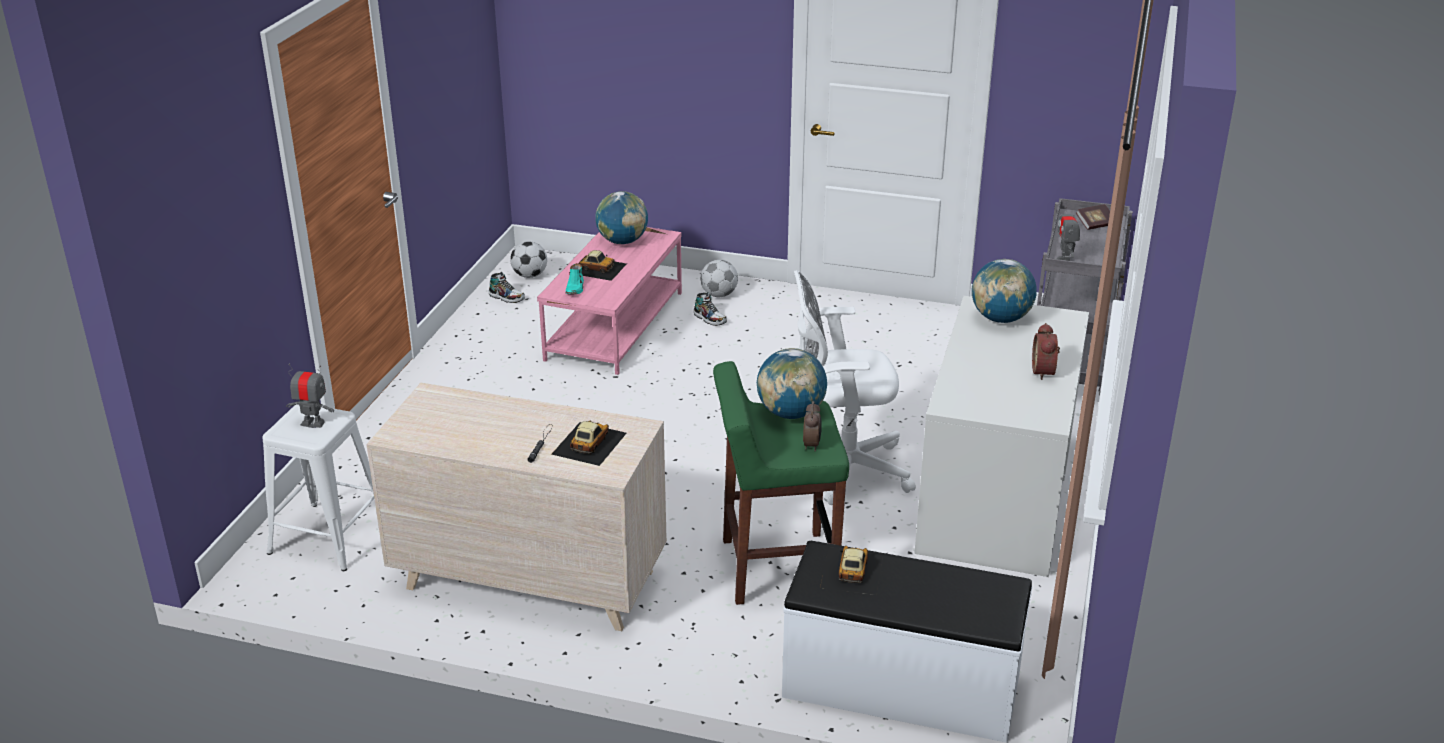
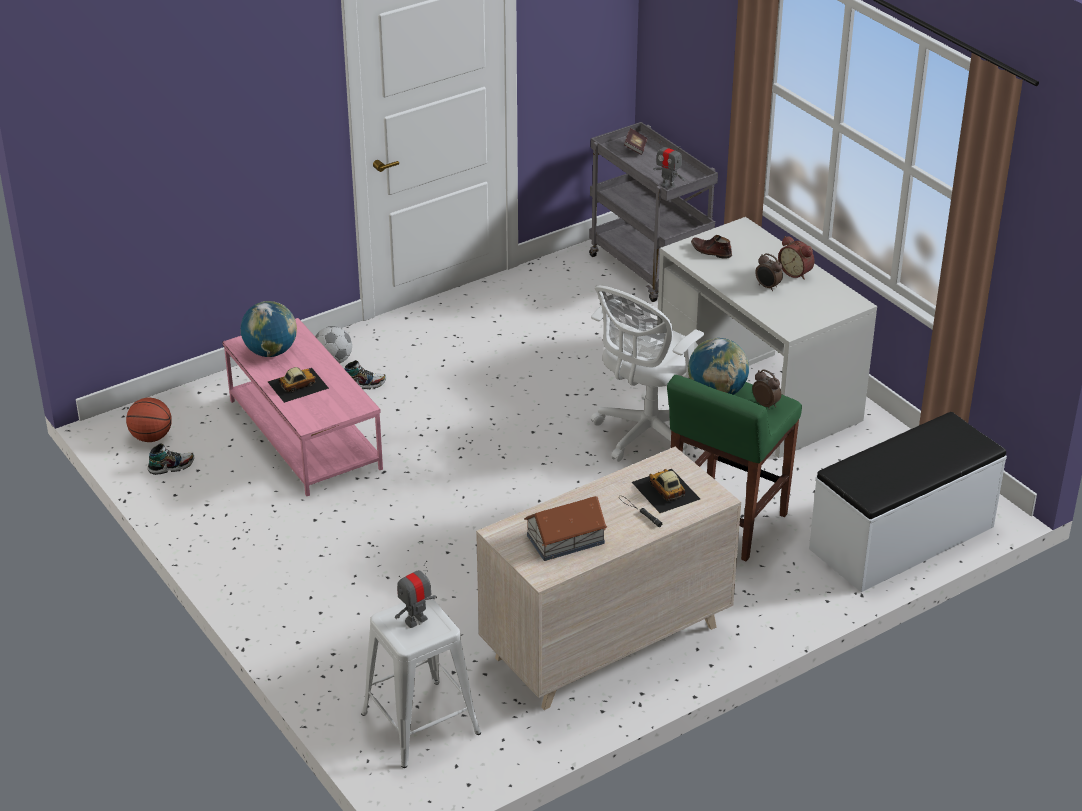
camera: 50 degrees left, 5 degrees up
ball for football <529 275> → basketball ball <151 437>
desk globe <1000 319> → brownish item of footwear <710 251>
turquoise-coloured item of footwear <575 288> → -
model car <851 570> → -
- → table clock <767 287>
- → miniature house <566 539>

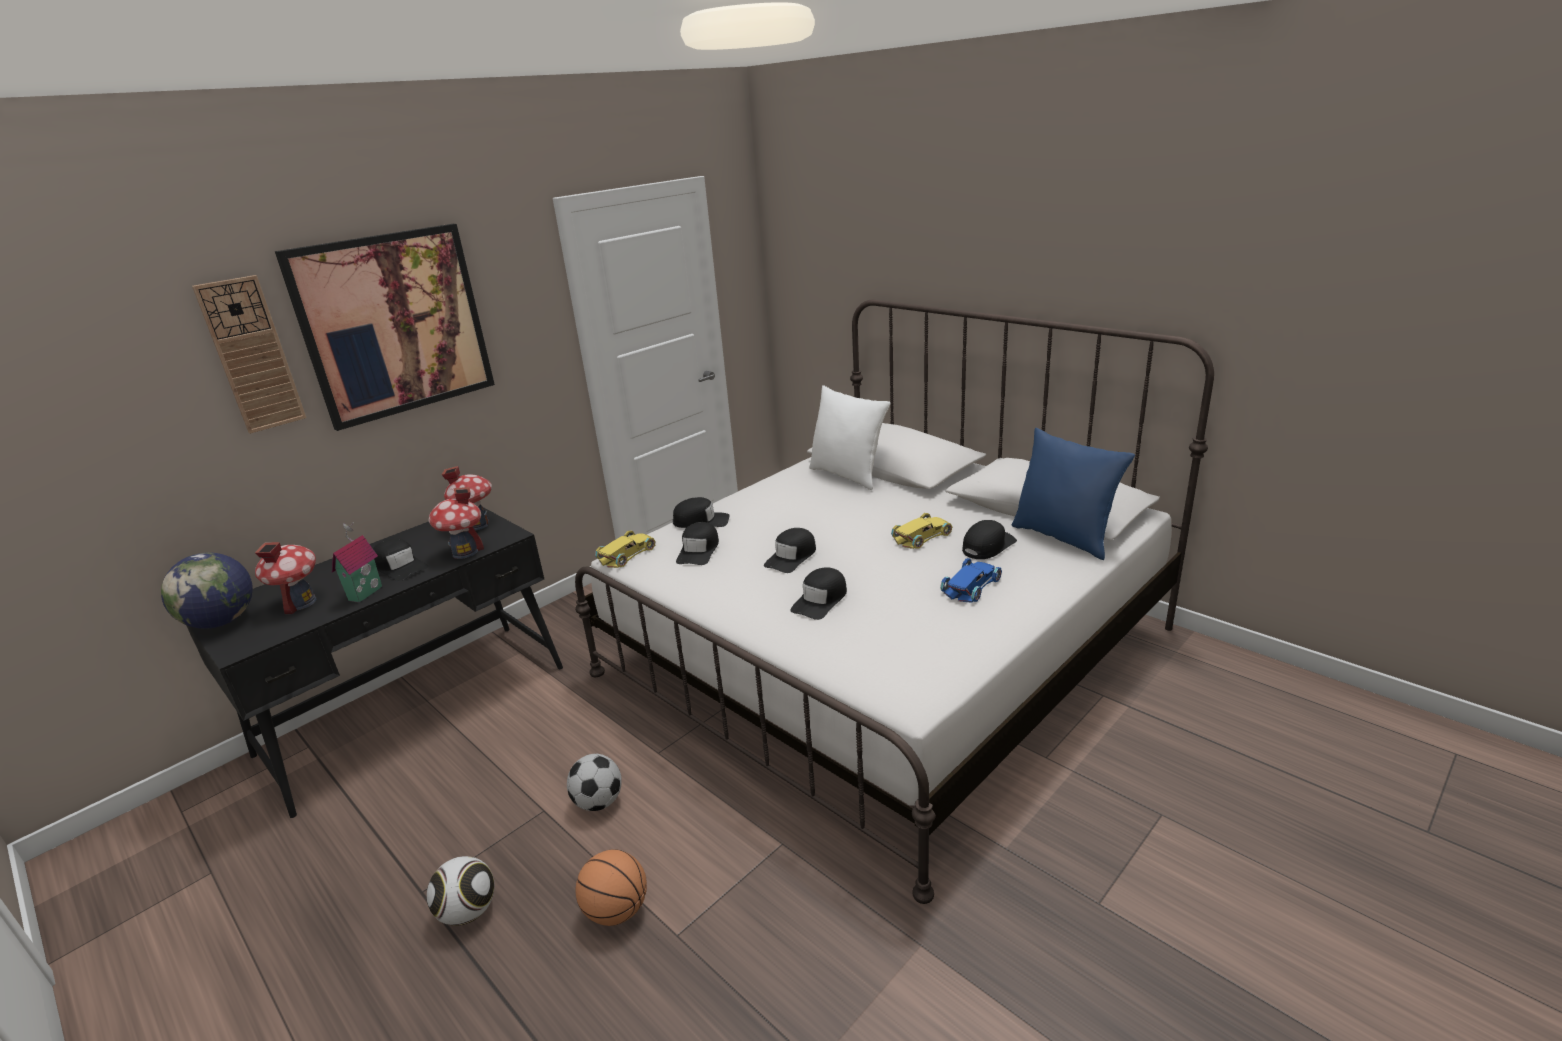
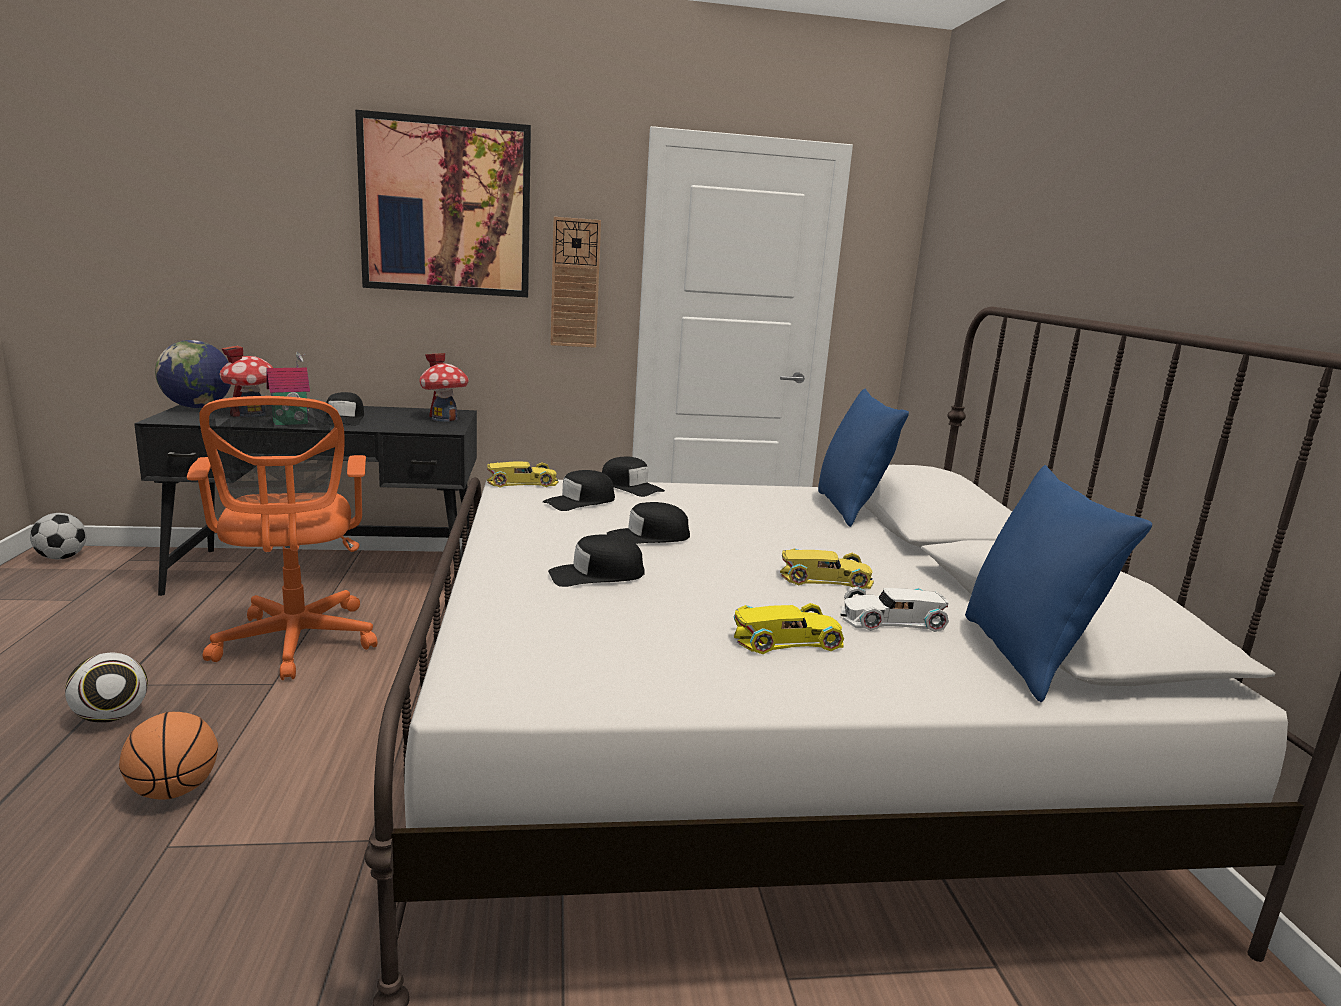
camera: 35 degrees right, 10 degrees down
hanging clock <251 355> → hanging clock <575 283>, moved
white pillow <848 475> → blue pillow <850 509>
miniature house <465 552> → -
black cap <988 546> → white model car <891 618>
blue model car <972 585> → yellow model car <788 639>
ball for football <598 802> → ball for football <62 557>, moved
- → orange desk chair <296 644>

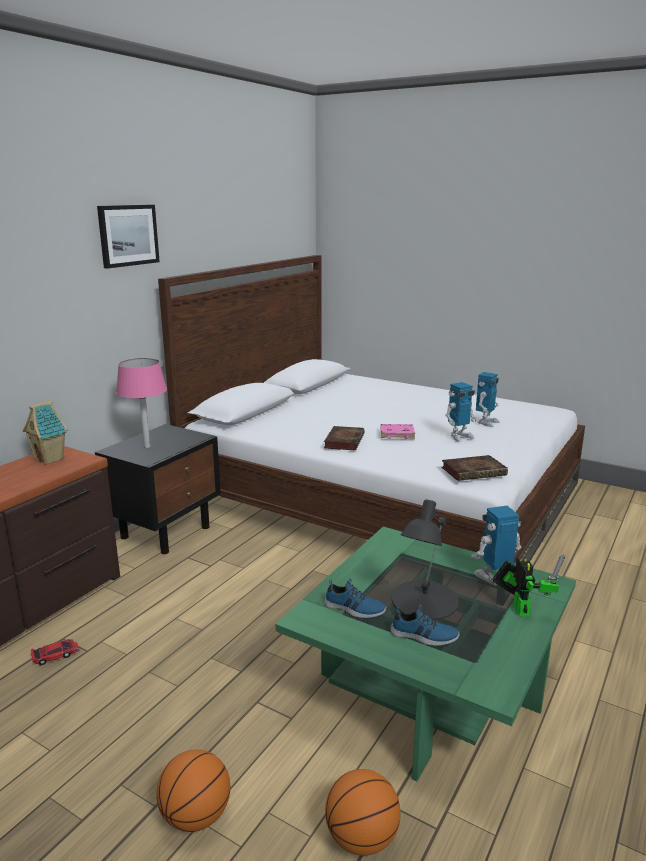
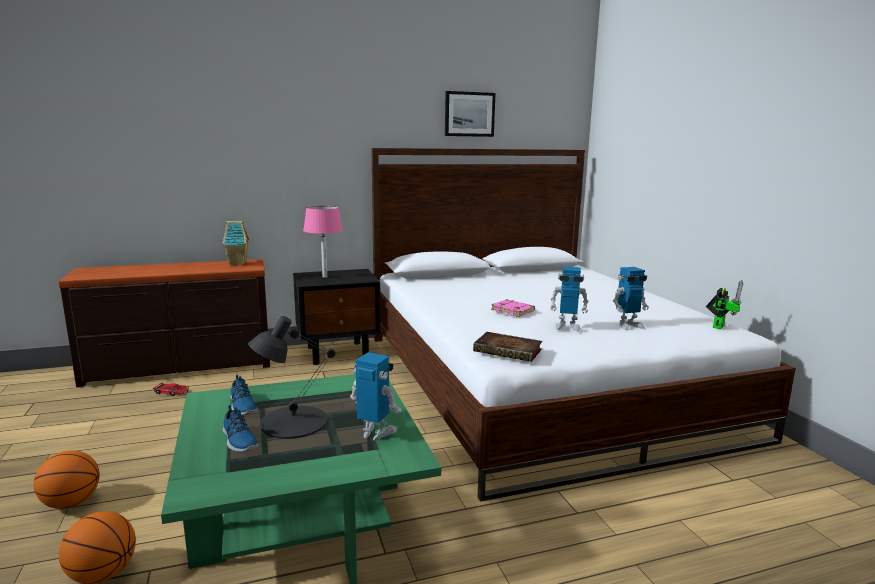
camera: 40 degrees right, 5 degrees down
wall art <128 235> → wall art <469 114>, moved
volume <344 441> → -
robot figure <520 607> → robot figure <719 326>, moved

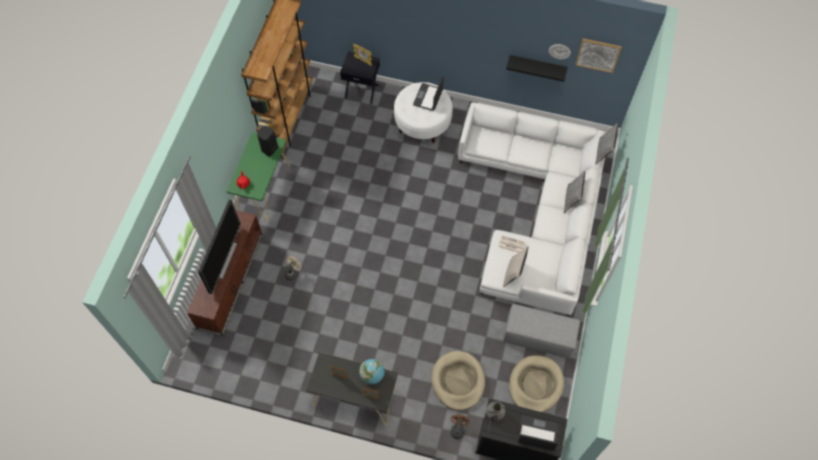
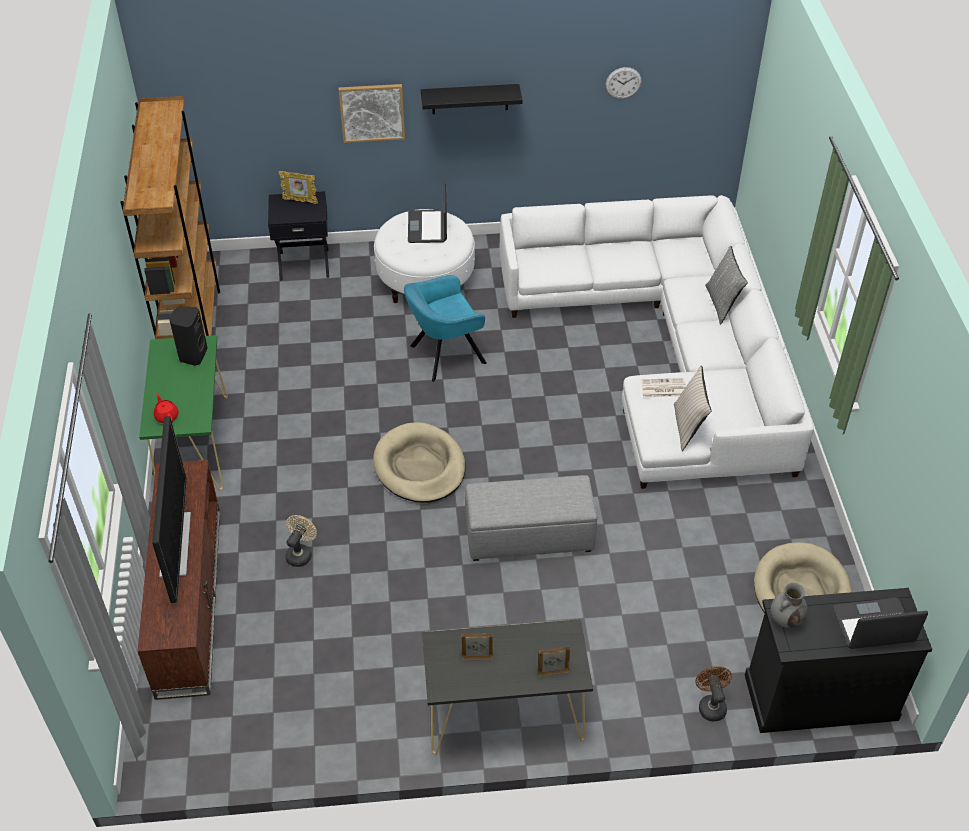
camera: 20 degrees left, 15 degrees down
wall art <598 55> → wall art <372 112>, moved
black bracket shelf <537 66> → black bracket shelf <470 99>, moved
grey pillow <603 152> → -
grey footrest <539 337> → grey footrest <530 536>, moved
beige dog bed <458 381> → beige dog bed <419 466>, moved
desk globe <372 375> → -
- → turquoise-coloured armchair <444 355>

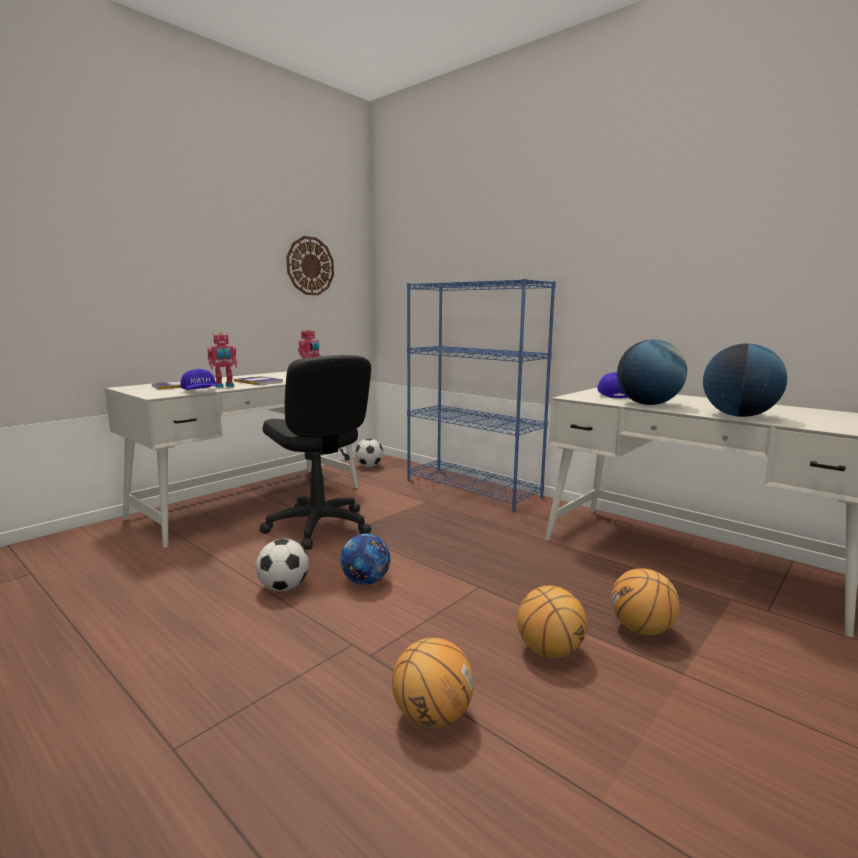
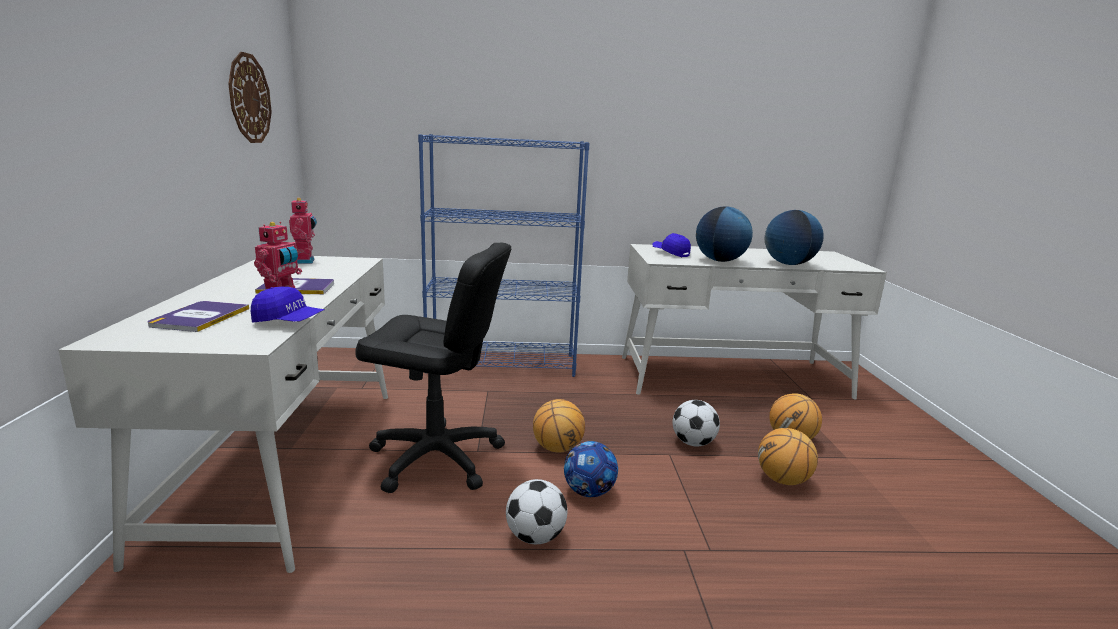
camera: 45 degrees left, 5 degrees up
ball for football <369 466> → ball for football <693 443>, moved
basketball ball <432 716> → basketball ball <557 448>, moved

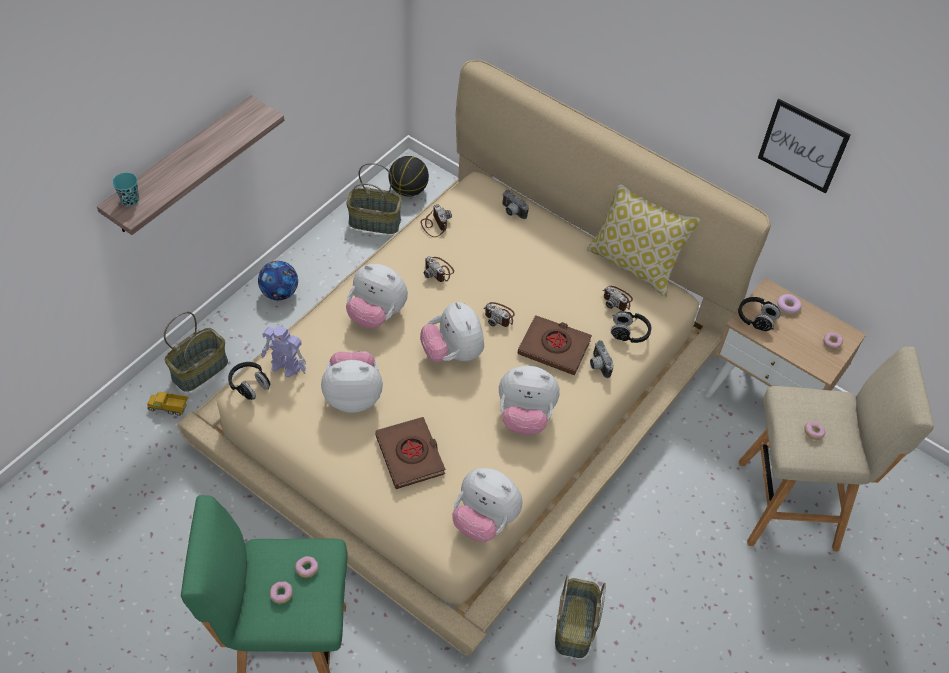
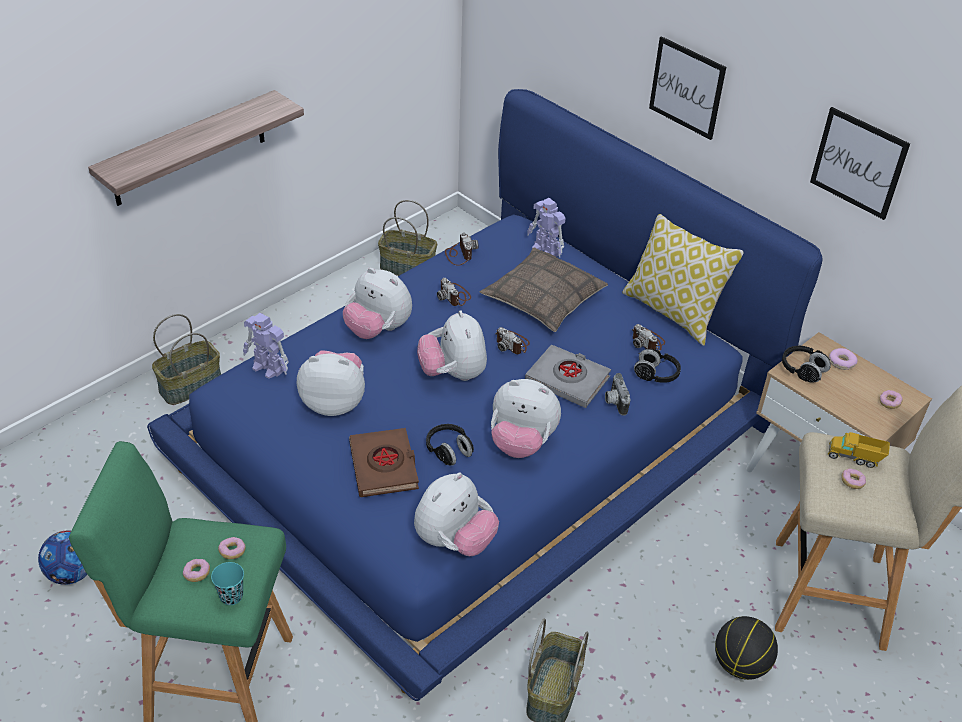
camera: 10 degrees right, 10 degrees down
beige sleeping bed <470 394> → blue sleeping bed <477 439>
basketball ball <408 190> → basketball ball <741 664>, moved
turquoise-coloured cup <130 200> → turquoise-coloured cup <231 596>, moved
still camera <512 212> → robot figure <546 251>
ball for football <279 293> → ball for football <72 573>, moved
brownish volume <554 348> → grey volume <567 380>
black headphones <249 385> → black headphones <449 451>, moved
model truck <169 408> → model truck <854 458>, moved
plush toy <484 520> → plush toy <454 541>, 90 degrees counterclockwise
- → wall art <687 88>
- → pillow <543 299>

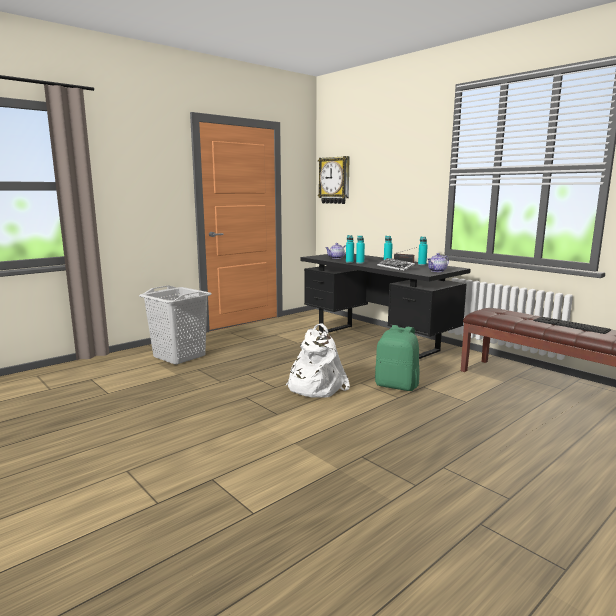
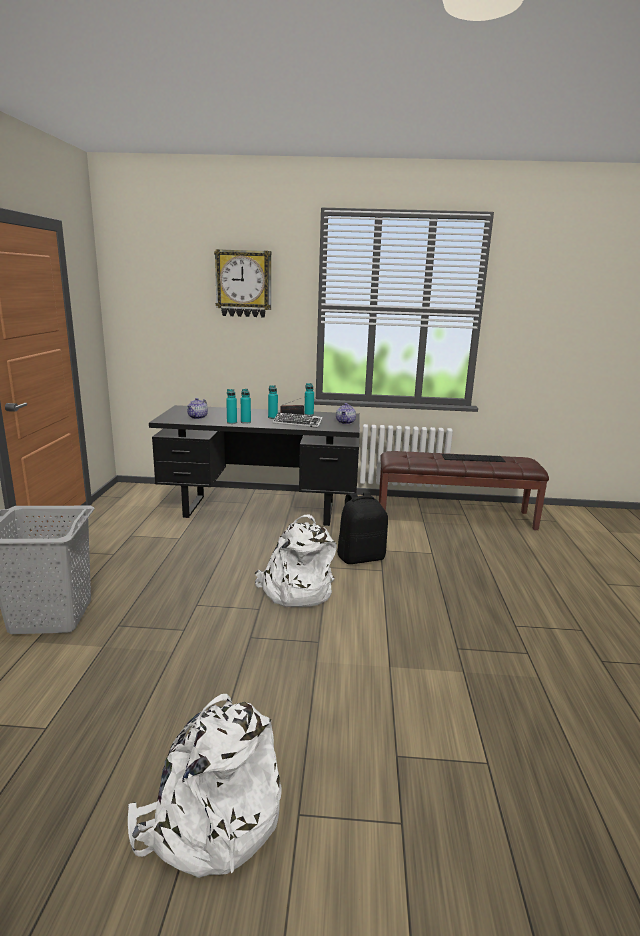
camera: 45 degrees left, 5 degrees up
hanging clock <335 180> → hanging clock <244 284>, moved
green-coloured knapsack <397 385> → black knapsack <361 557>
- → white knapsack <209 822>

